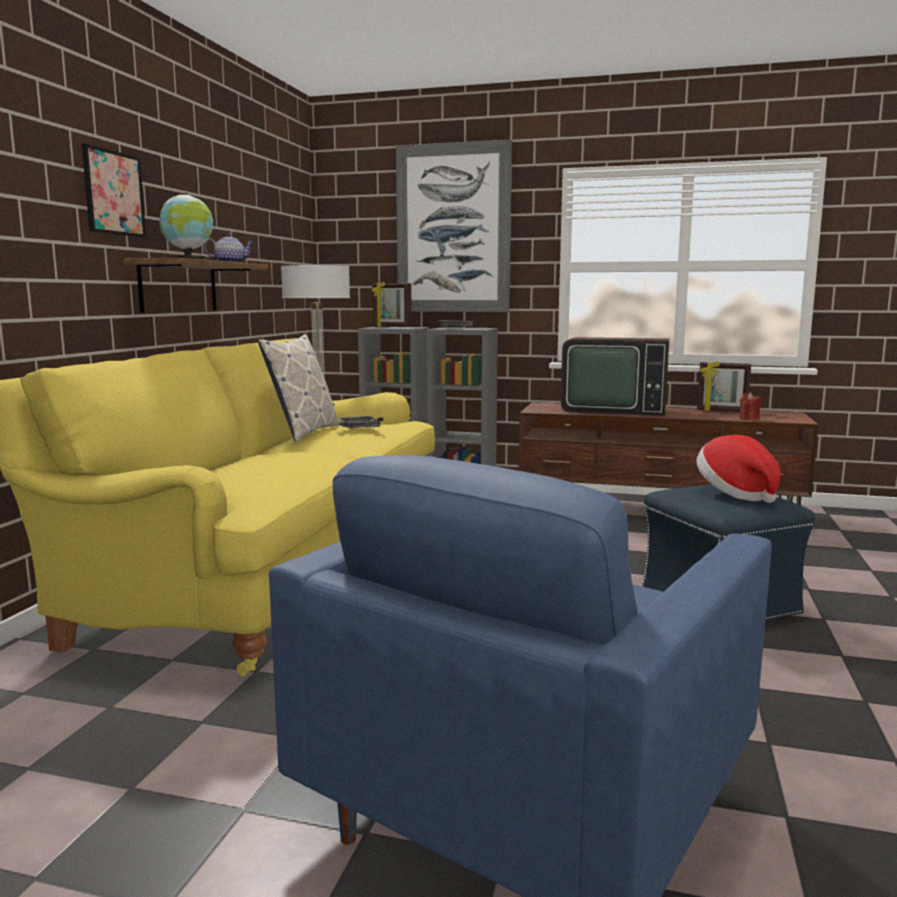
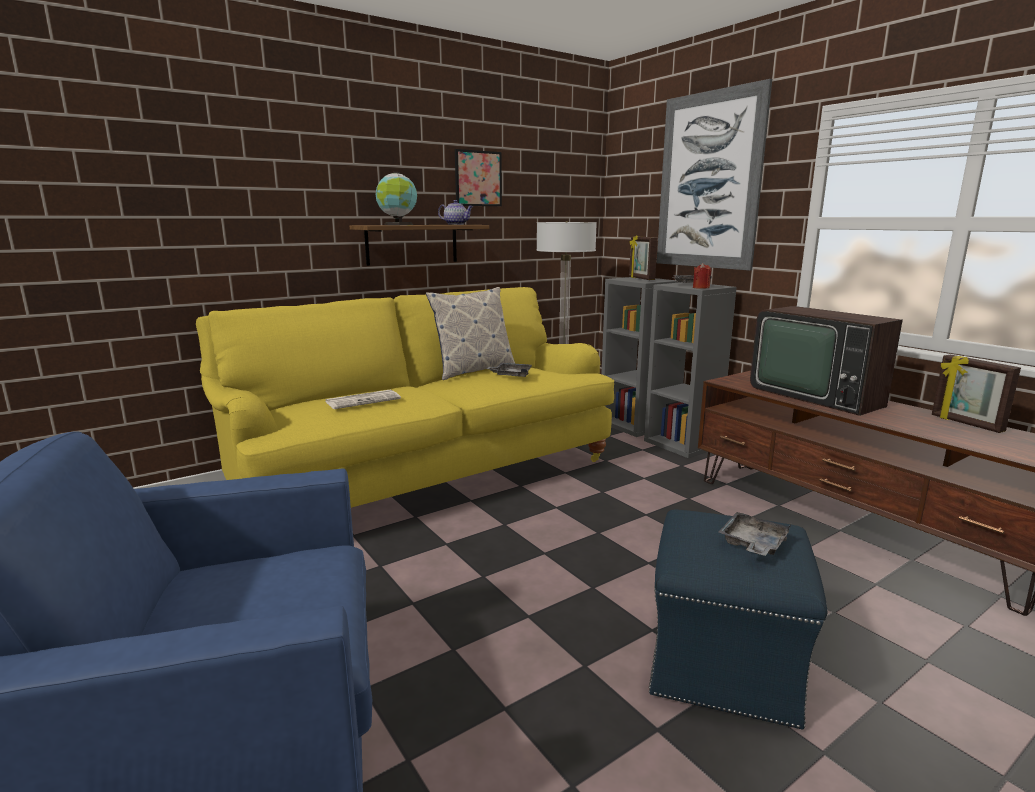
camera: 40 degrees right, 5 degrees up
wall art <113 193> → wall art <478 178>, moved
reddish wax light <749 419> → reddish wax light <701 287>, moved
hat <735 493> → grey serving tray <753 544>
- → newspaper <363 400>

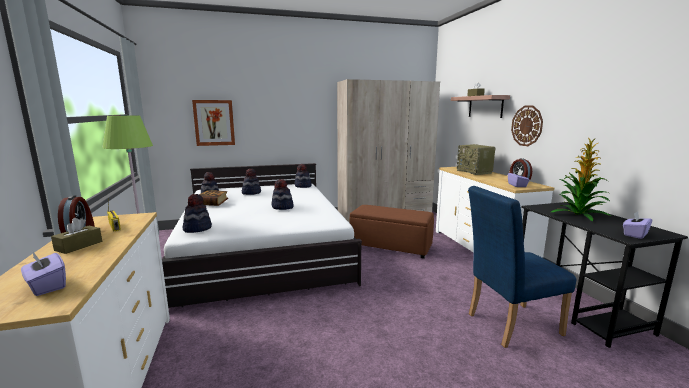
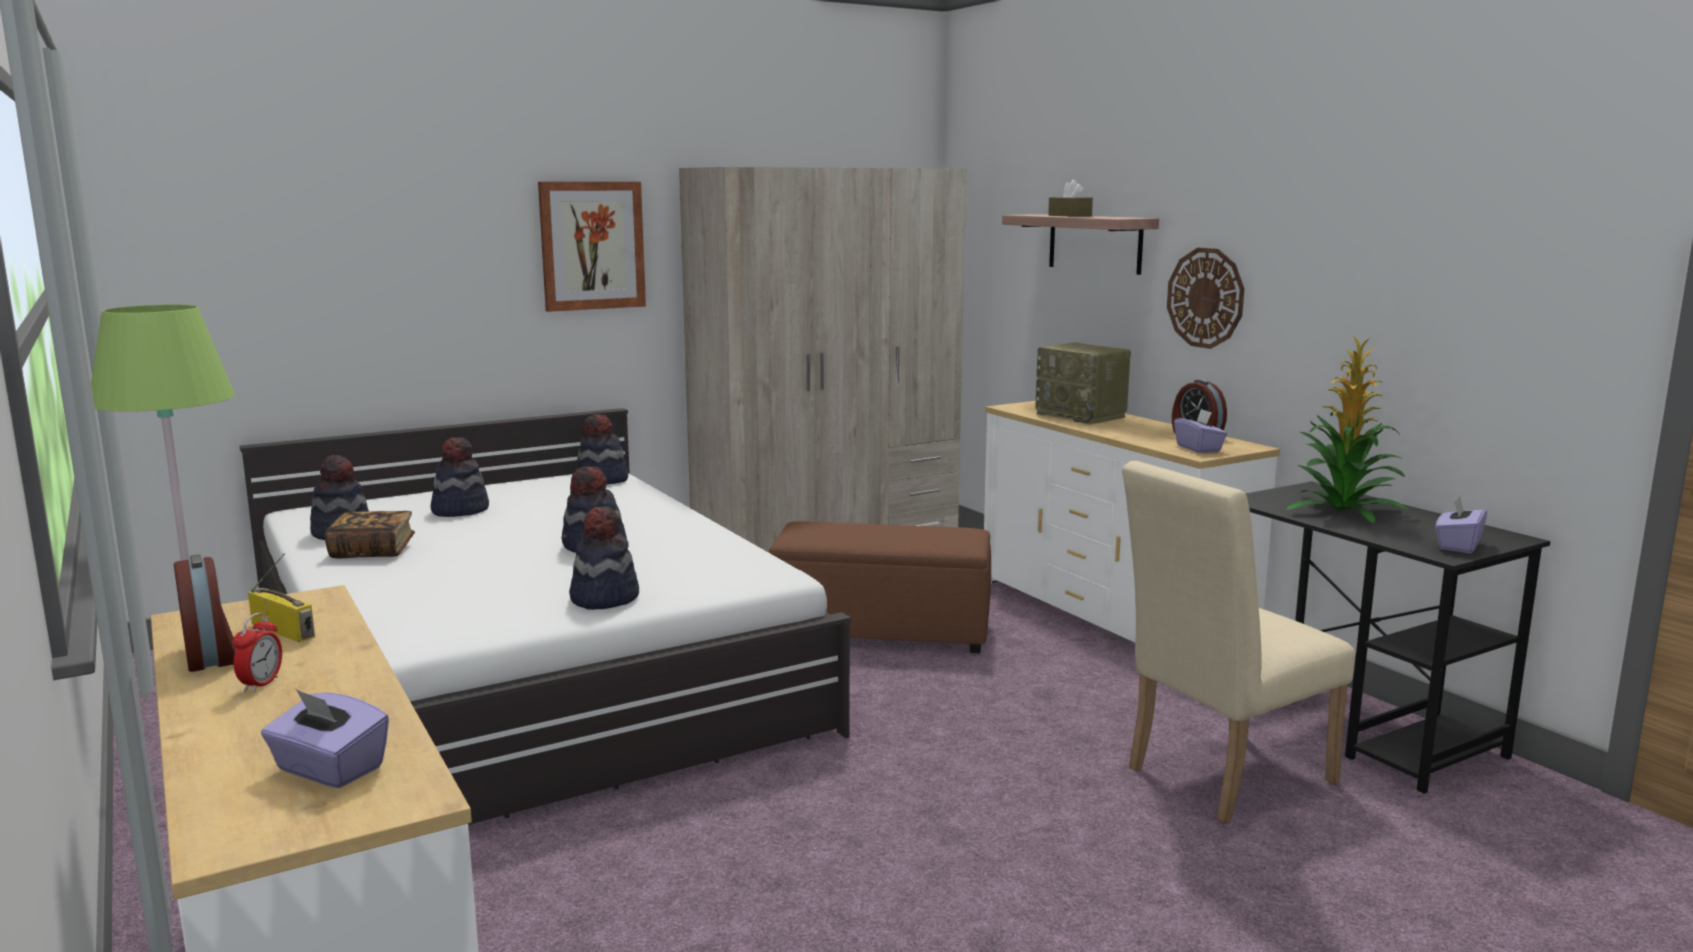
camera: 15 degrees left, 0 degrees up
wall art <214 123> → wall art <592 245>, moved
blue plain chair <507 324> → beige plain chair <1219 777>
hat <197 228> → hat <604 598>, moved
brownish box of tissues <79 246> → table clock <261 684>

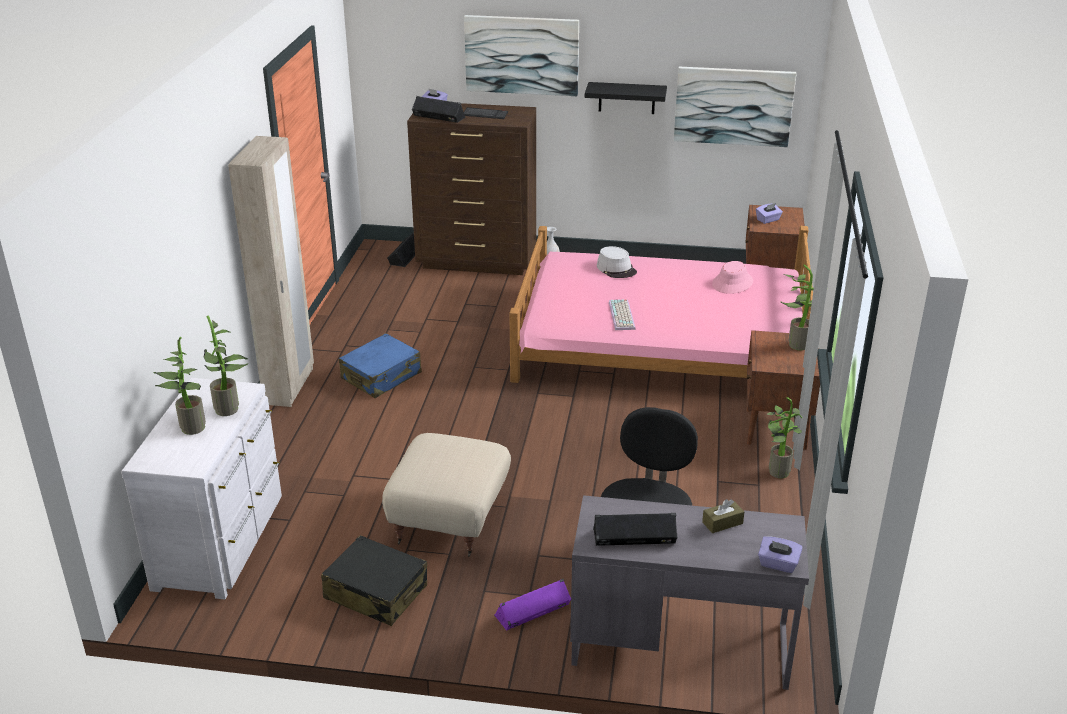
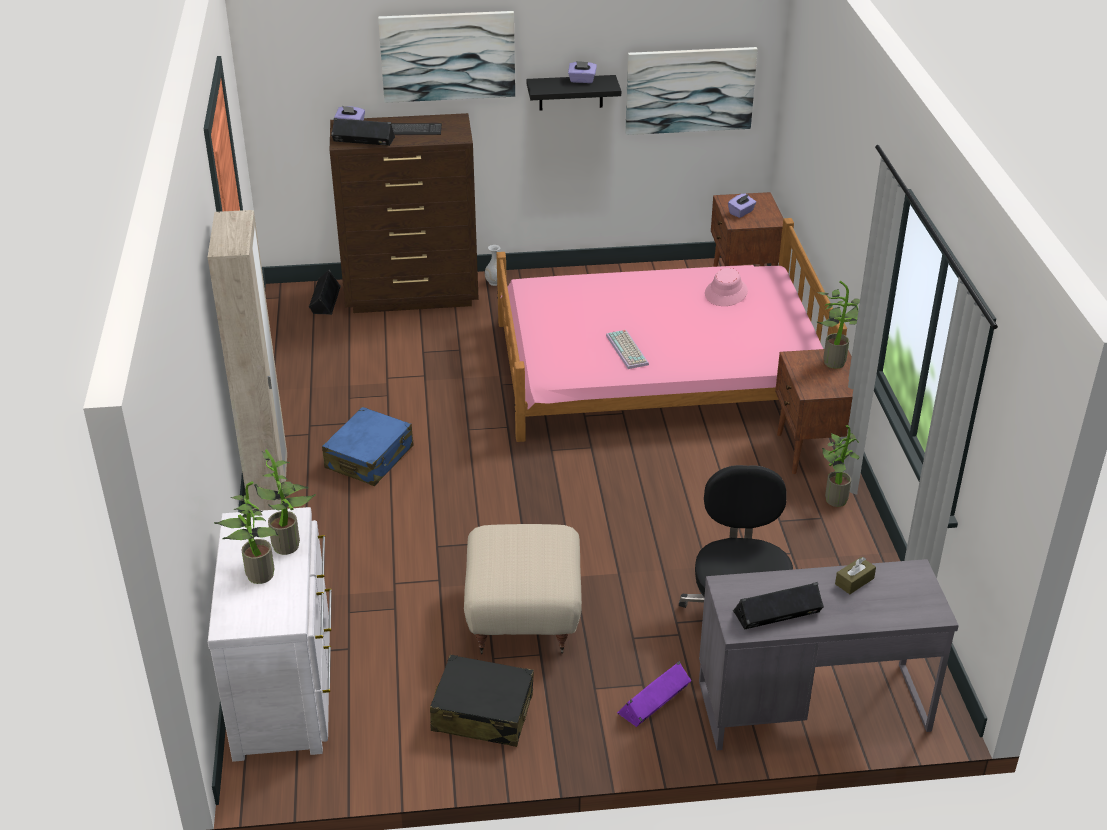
camera: 15 degrees left, 5 degrees up
grey hat <616 269> → -
purple-coloured box of tissues <778 564> → purple-coloured box of tissues <582 80>, moved

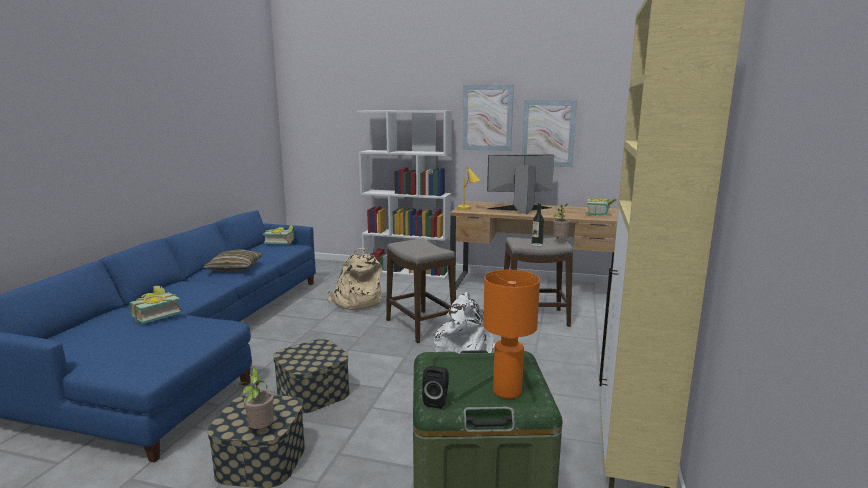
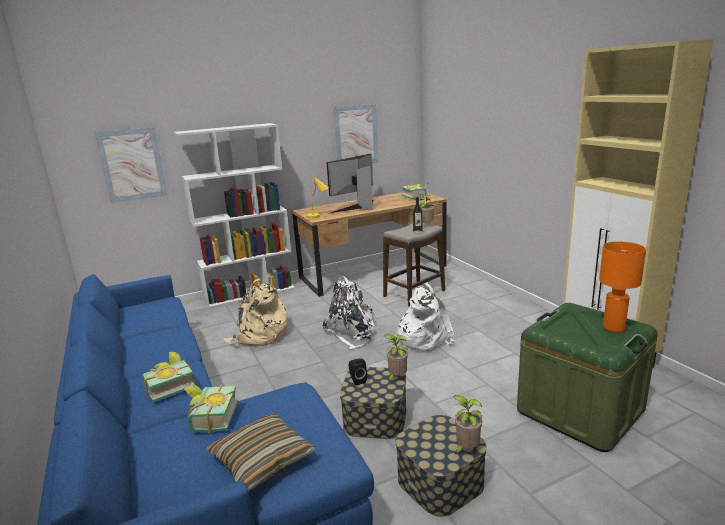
camera: 40 degrees left, 5 degrees up
wall art <487 118> → wall art <132 164>, moved
volume <280 242> → volume <169 387>, moved
stool seat <420 326> → white knapsack <352 332>
pillow <235 267> → pillow <262 460>, moved
black speaker <437 401> → black speaker <357 380>, moved
- → houseplant <396 378>

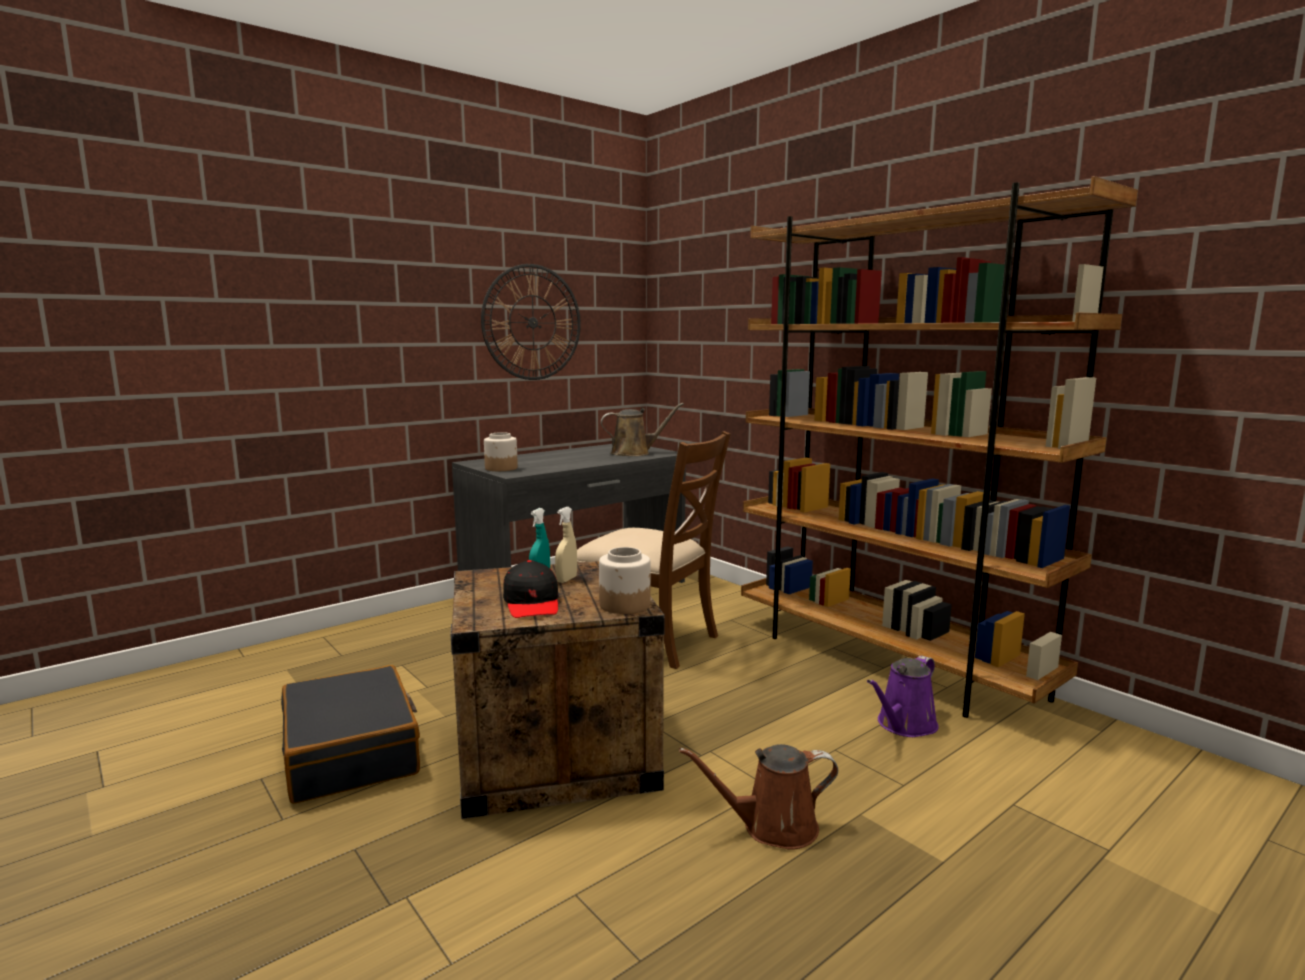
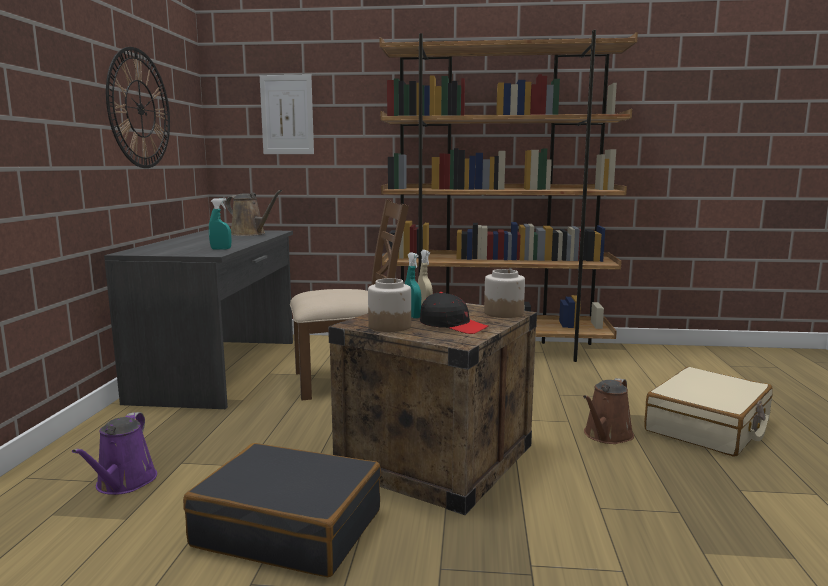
camera: 45 degrees left, 0 degrees up
brownish sprinkling can <634 453> → brownish sprinkling can <250 234>, 90 degrees clockwise
jar <501 468> → jar <390 326>, moved
purple-coloured sprinkling can <904 725> → purple-coloured sprinkling can <123 483>, moved
- → wall art <287 115>
- → turquoise-coloured sprayer <221 249>
- → beige piece of luggage <708 427>

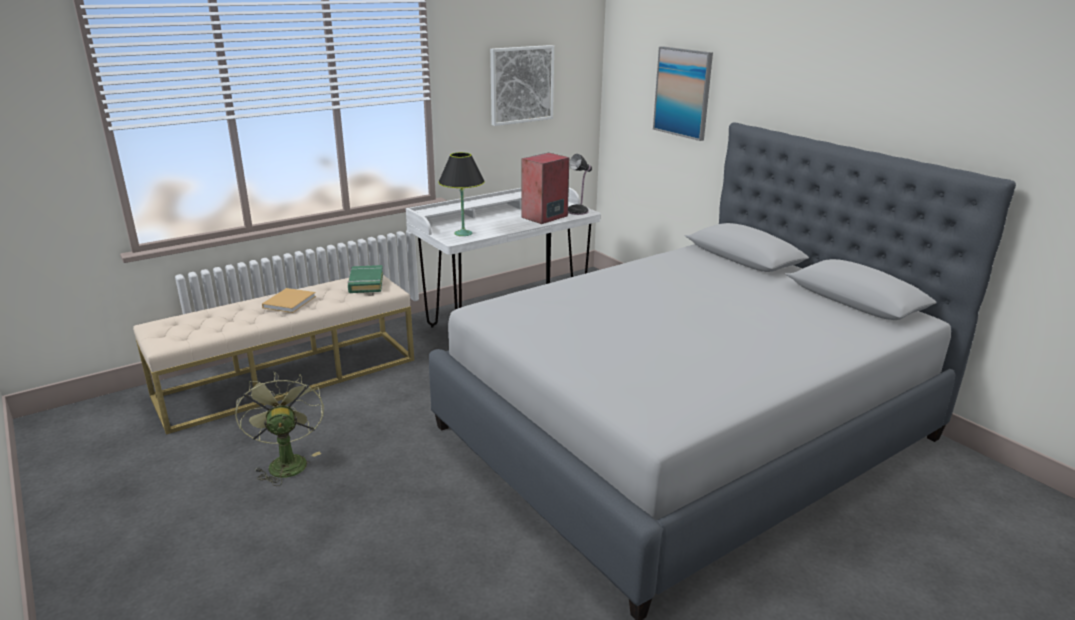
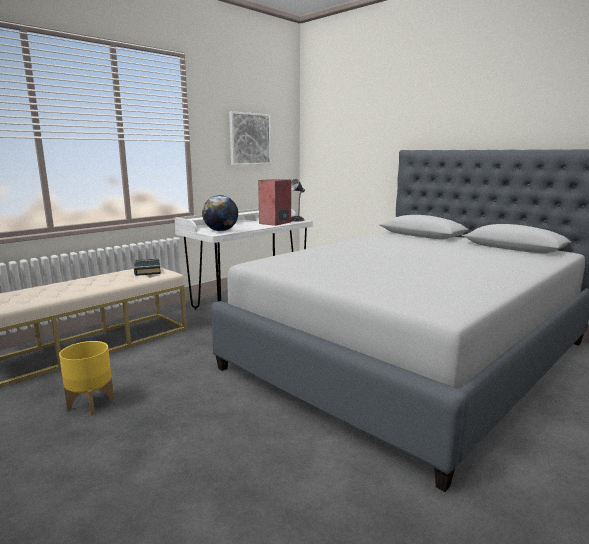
camera: 10 degrees left, 10 degrees down
wall art <683 92> → -
black table lamp <463 233> → desk globe <221 231>
green-coloured volume <366 283> → black volume <147 270>
beige volume <290 301> → -
green-coloured fan <286 462> → yellow flower pot <90 405>

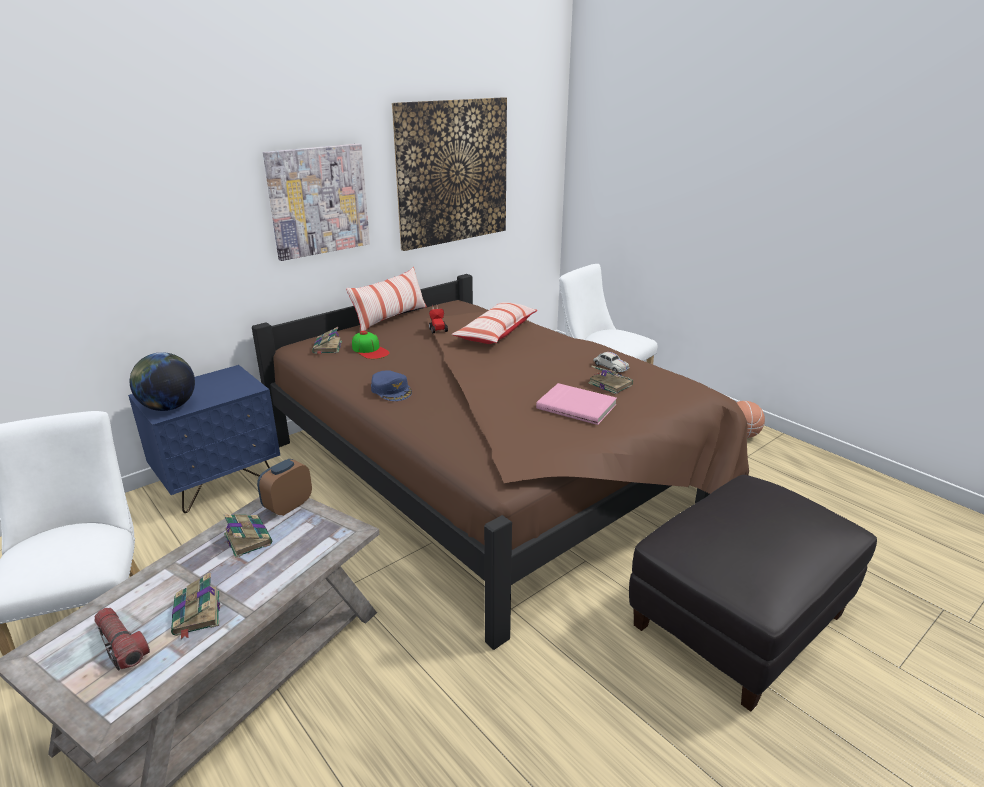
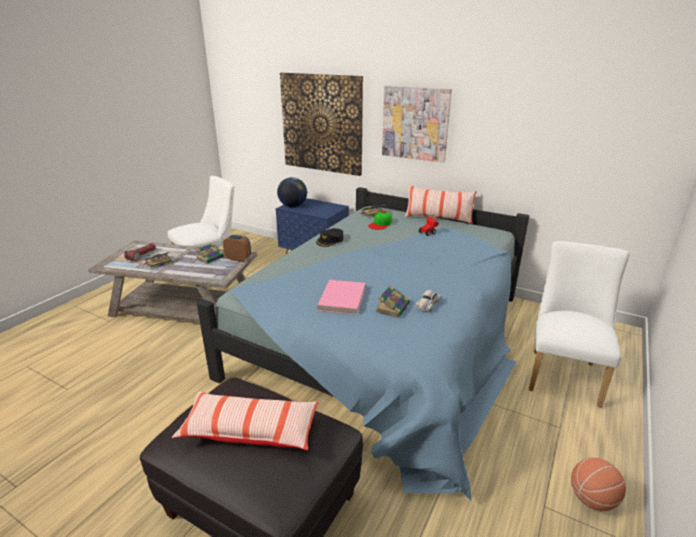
camera: 70 degrees right, 0 degrees up
wall art <452 172> → wall art <321 123>, moved
brownish sleeping bed <494 471> → blue sleeping bed <387 341>
pillow <496 332> → pillow <250 430>, moved
blue cap <391 390> → black cap <330 240>

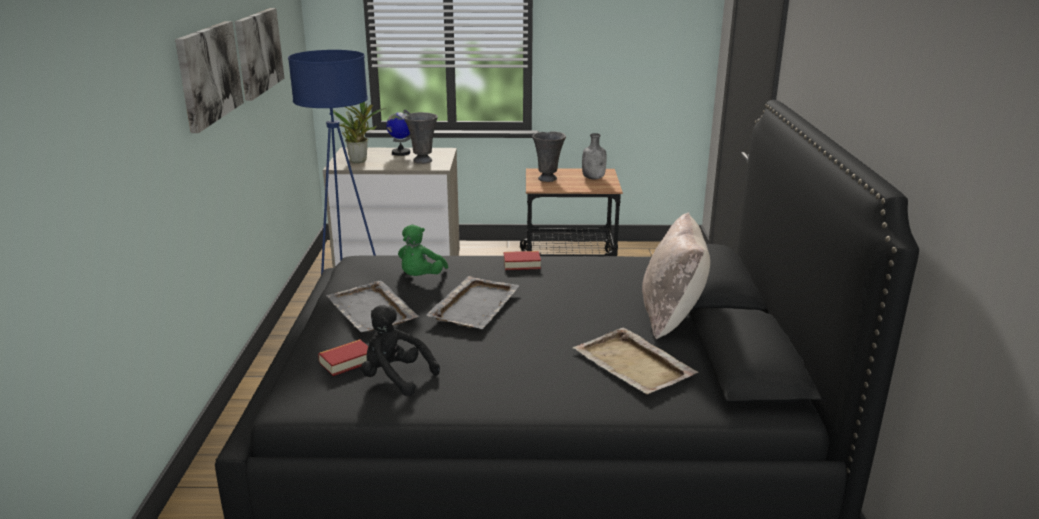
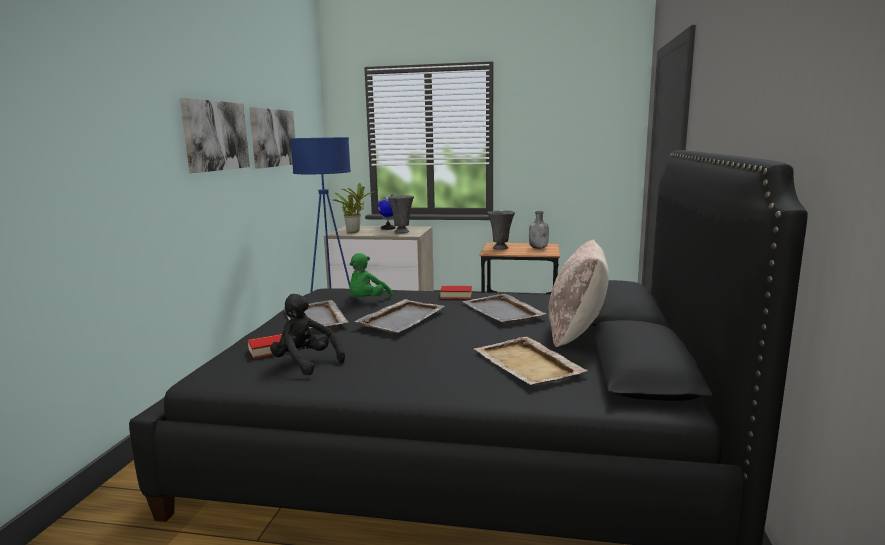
camera: 10 degrees right, 10 degrees down
- → grey serving tray <502 311>

